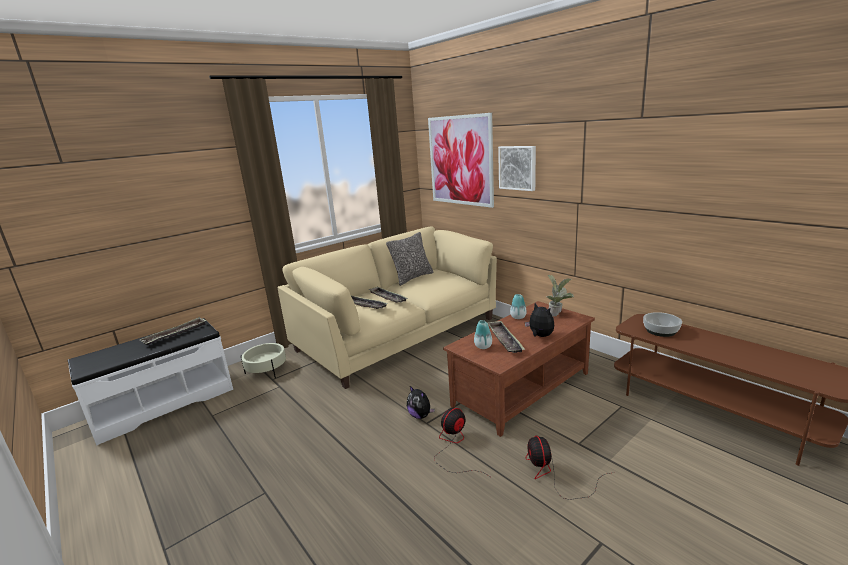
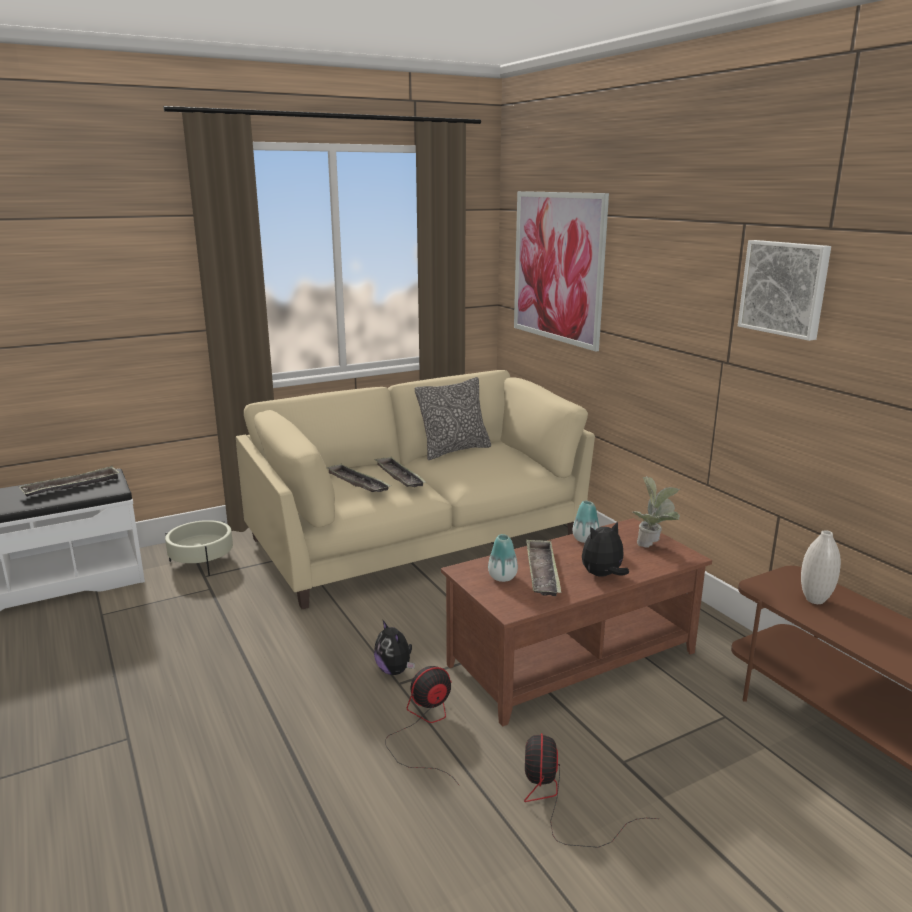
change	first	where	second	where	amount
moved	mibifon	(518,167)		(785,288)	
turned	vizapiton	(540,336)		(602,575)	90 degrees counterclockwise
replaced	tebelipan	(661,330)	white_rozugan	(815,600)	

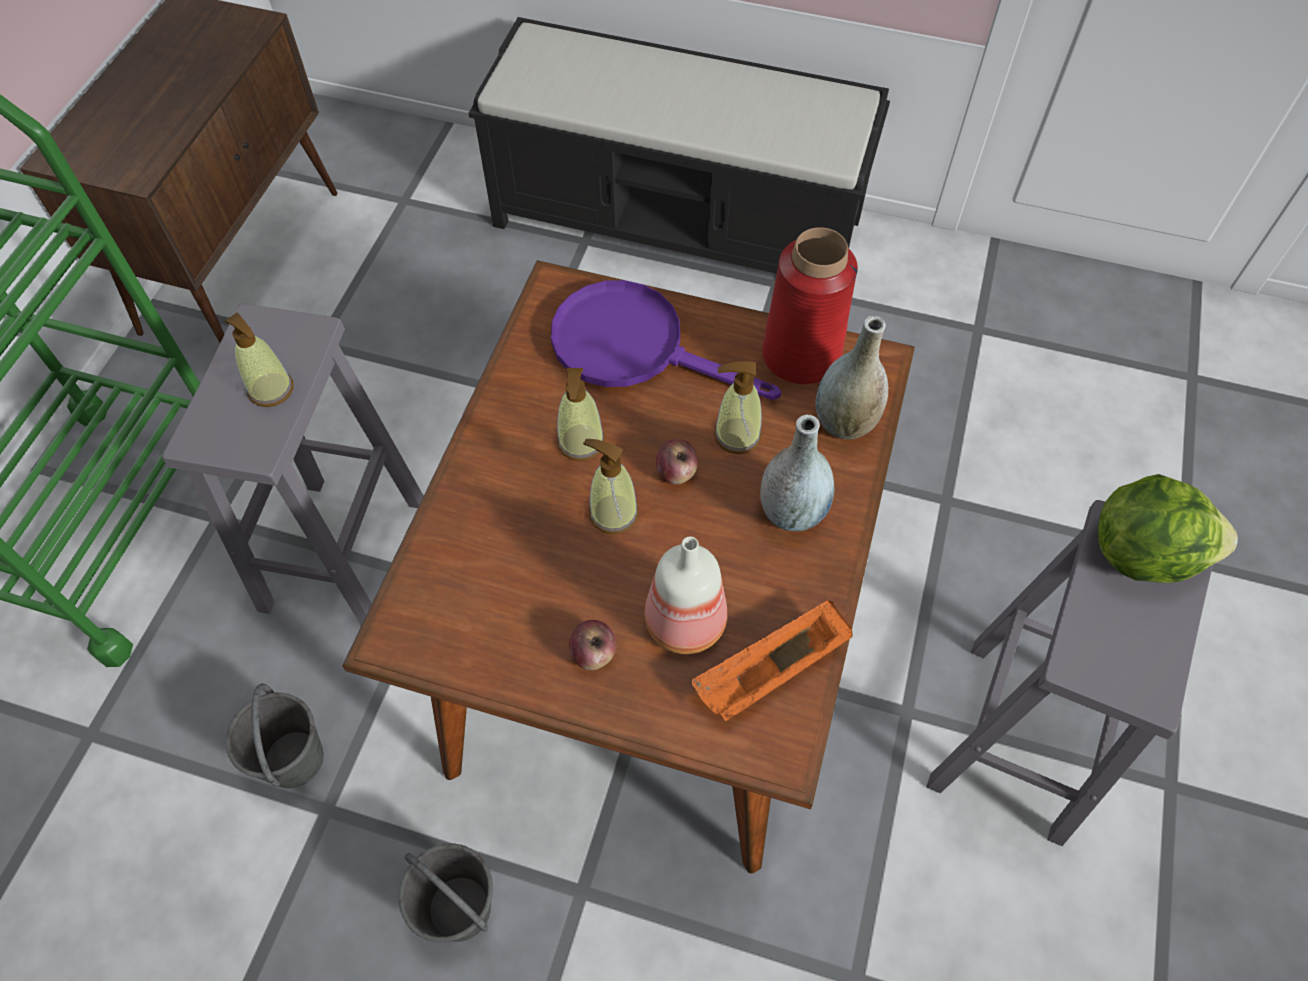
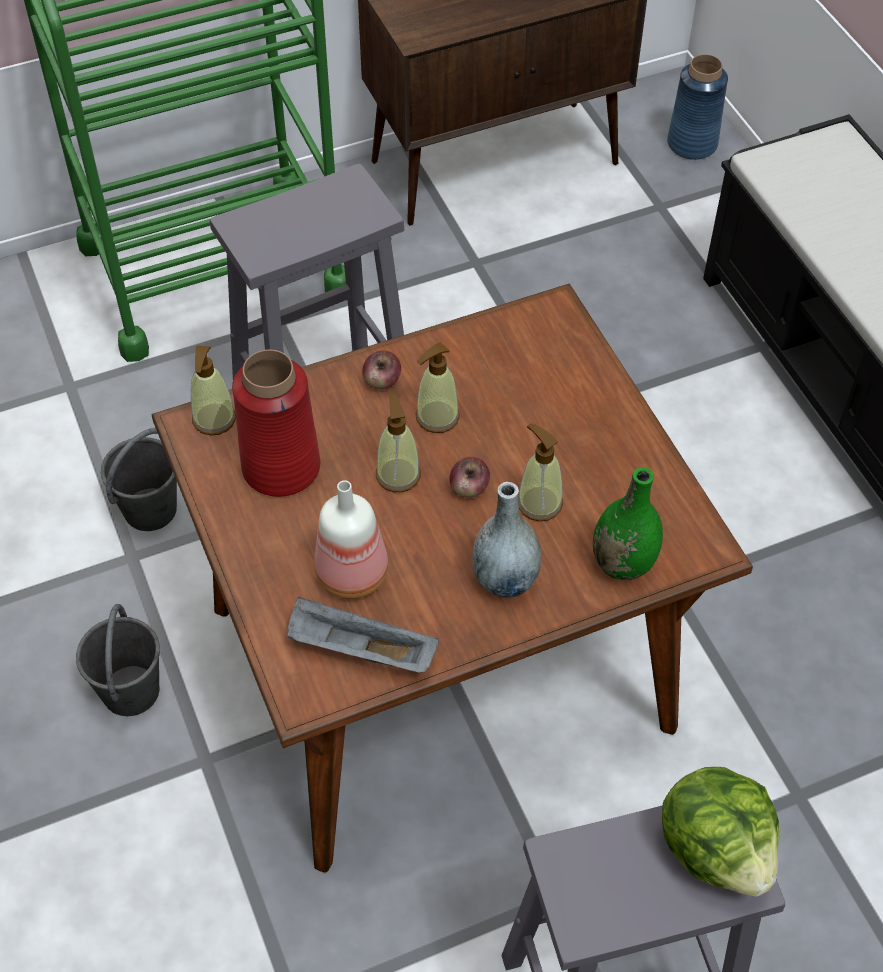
change	first	where	second	where	amount
moved	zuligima	(271,390)		(214,419)	
removed	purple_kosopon	(635,347)			
moved	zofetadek	(593,653)		(382,381)	
recoloured	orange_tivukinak	(770,672)	grey_tivukinak	(359,650)	
moved	red_rozugan	(800,354)		(281,466)	
recoloured	grey_rozugan	(844,422)	green_rozugan	(623,563)	
added			blue_rozugan	(692,144)	

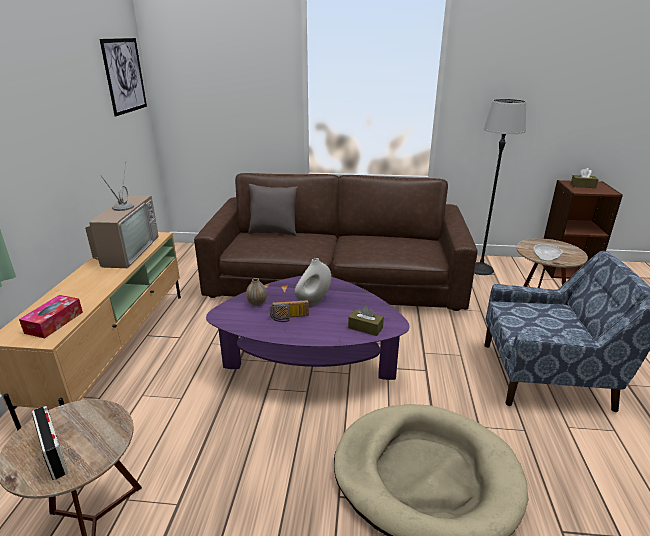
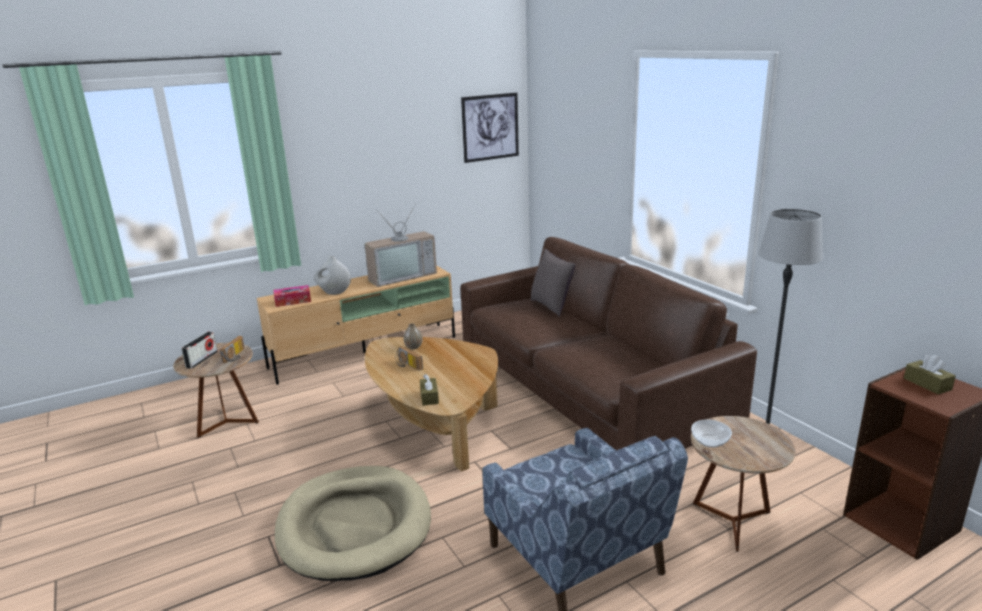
change	first	where	second	where	amount
recoloured	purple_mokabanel	(309,364)	brown_mokabanel	(435,424)	
moved	white_rozugan	(313,301)		(334,293)	
added			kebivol	(236,356)	

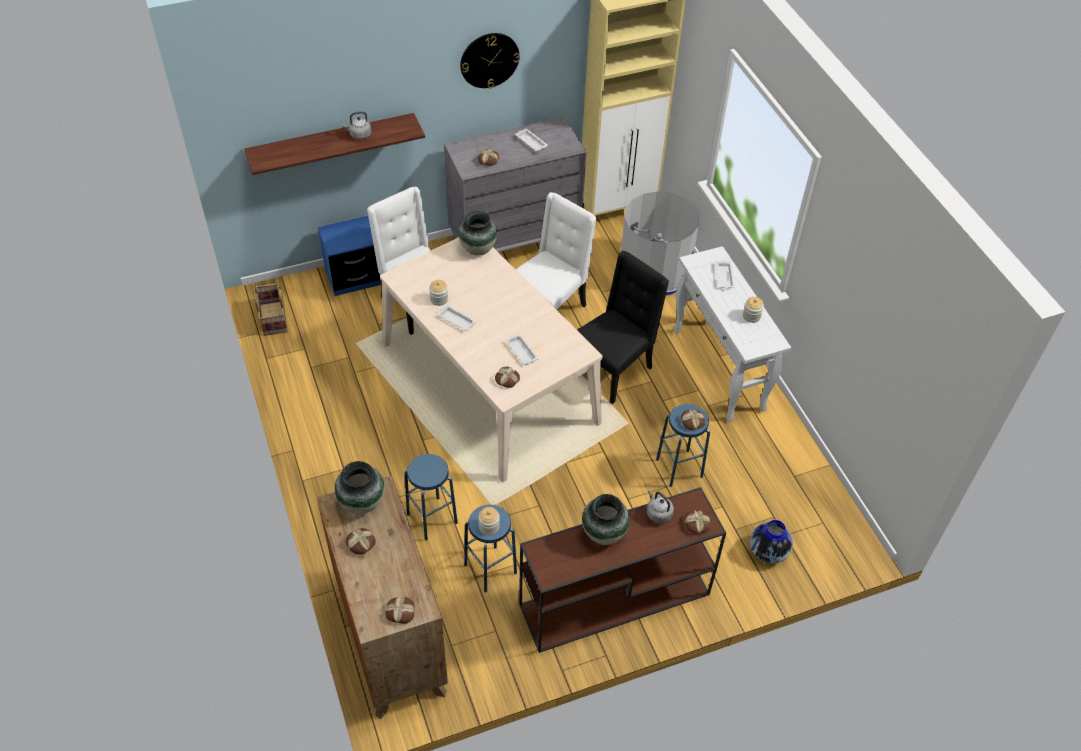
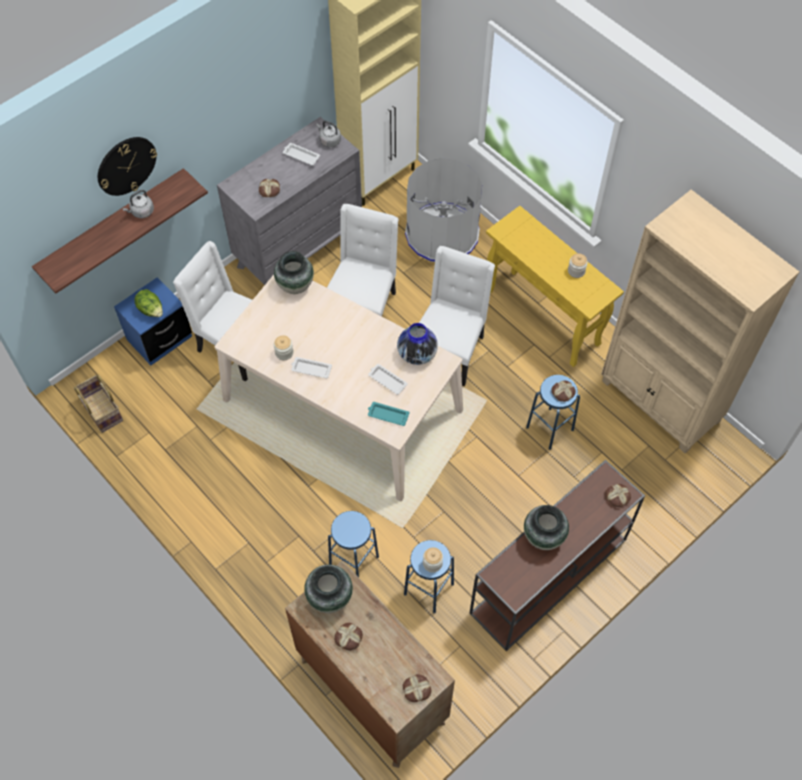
change	first	where	second	where	amount
moved	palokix	(489,60)		(126,165)	
replaced	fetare	(506,379)	turquoise_tivukinak	(387,415)	
recoloured	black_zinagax	(612,369)	white_zinagax	(449,351)	
moved	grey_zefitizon	(658,513)		(329,140)	
recoloured	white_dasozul	(719,370)	yellow_dasozul	(543,318)	
removed	white_tivukinak	(724,277)			
moved	rozugan	(768,551)		(416,353)	
added			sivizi	(151,310)	
added			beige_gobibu	(660,402)	

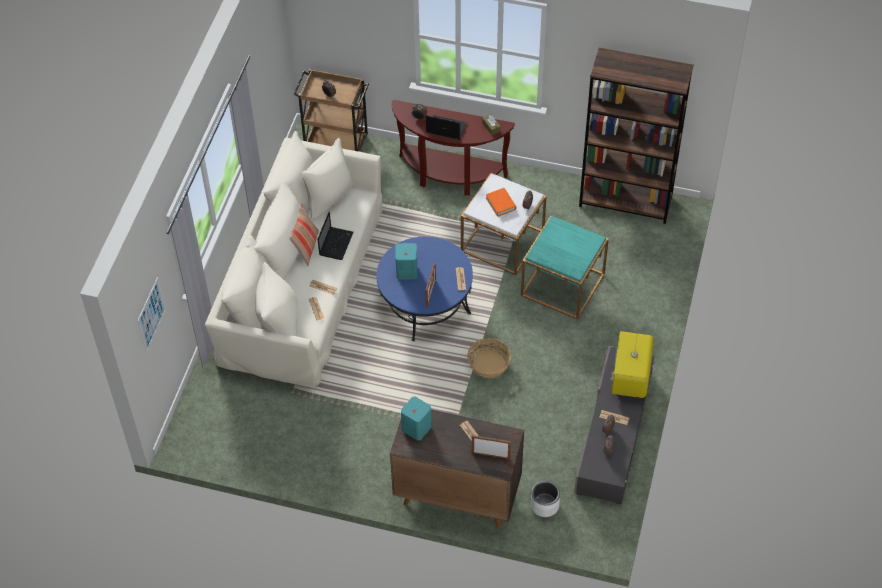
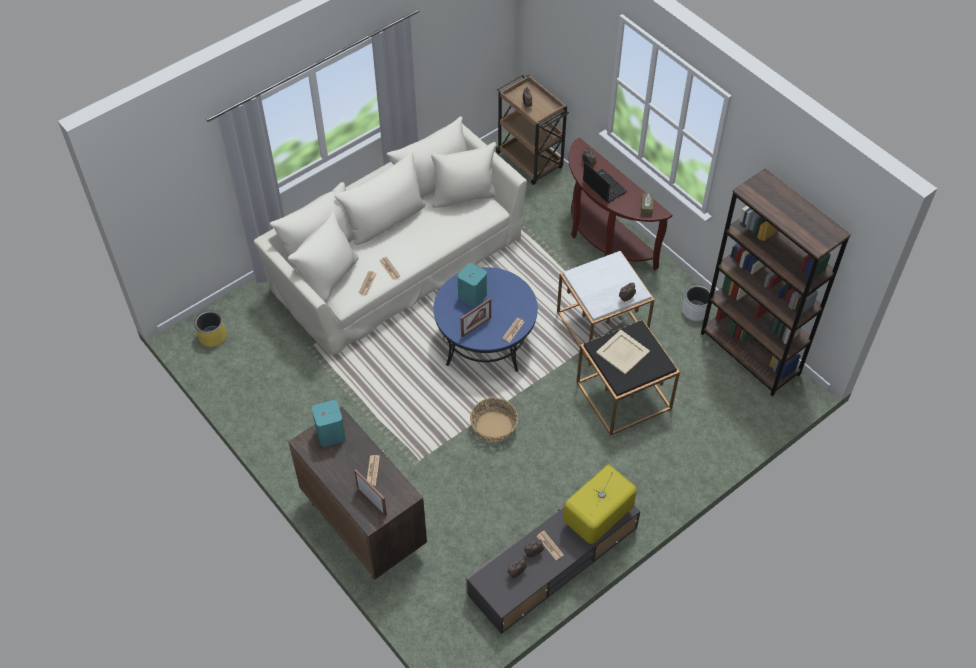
change	first	where	second	where	amount
removed	mibifon	(151,314)			
removed	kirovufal	(306,247)			
removed	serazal	(336,243)			
removed	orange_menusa	(501,204)			
recoloured	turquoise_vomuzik	(562,285)	black_vomuzik	(623,395)	
moved	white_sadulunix	(544,505)		(695,310)	
added			yellow_sadulunix	(212,336)	
added			beige_tivukinak	(622,352)	

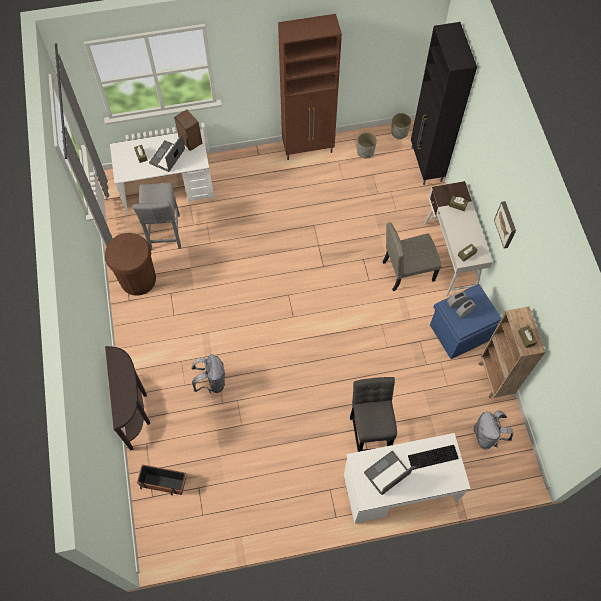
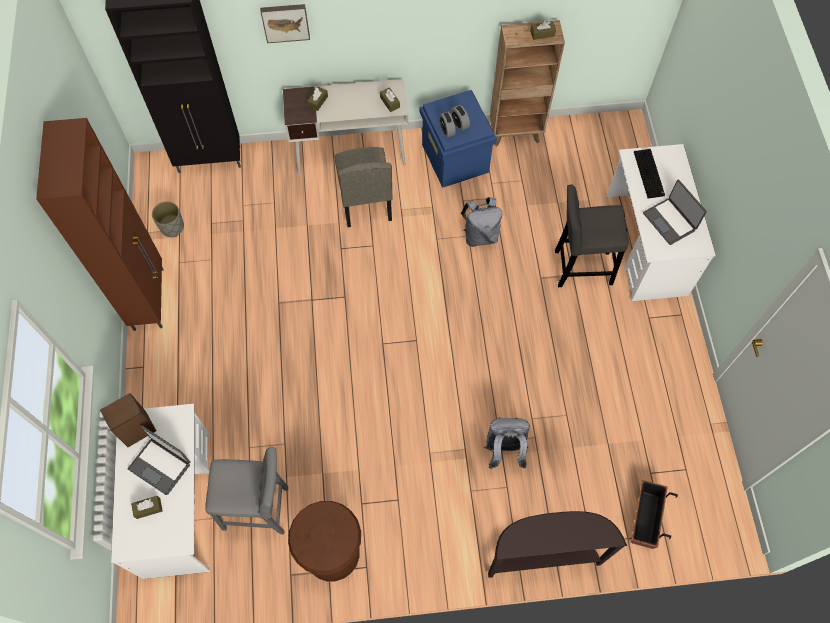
change	first	where	second	where	amount
removed	grey_sadulunix	(399,132)			
moved	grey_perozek	(487,436)		(480,235)	
moved	mibifon	(506,224)		(285,22)	

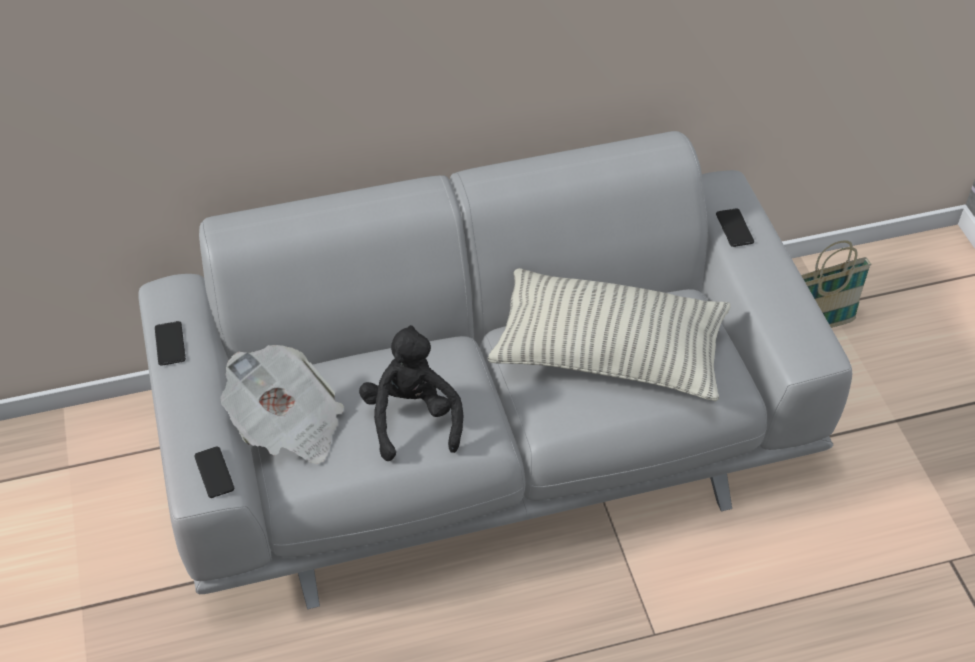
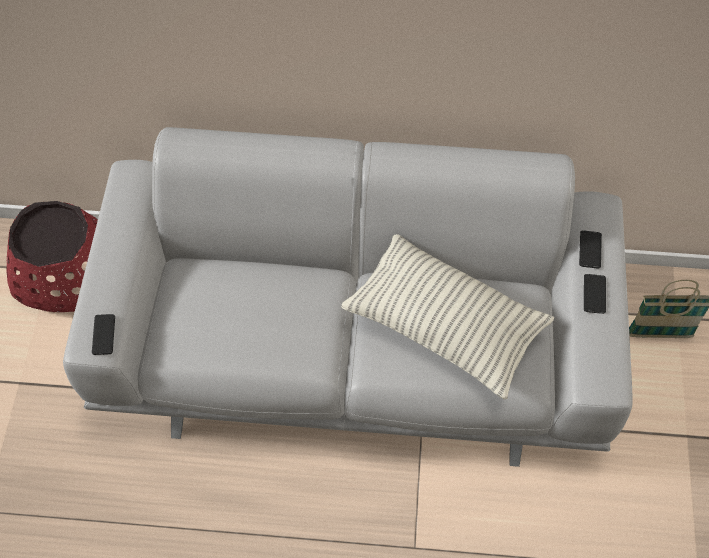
change	first	where	second	where	amount
moved	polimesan	(170,344)		(594,294)	
removed	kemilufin	(287,424)			
removed	black_vizapiton	(412,418)			
added			red_sadulunix	(66,273)	

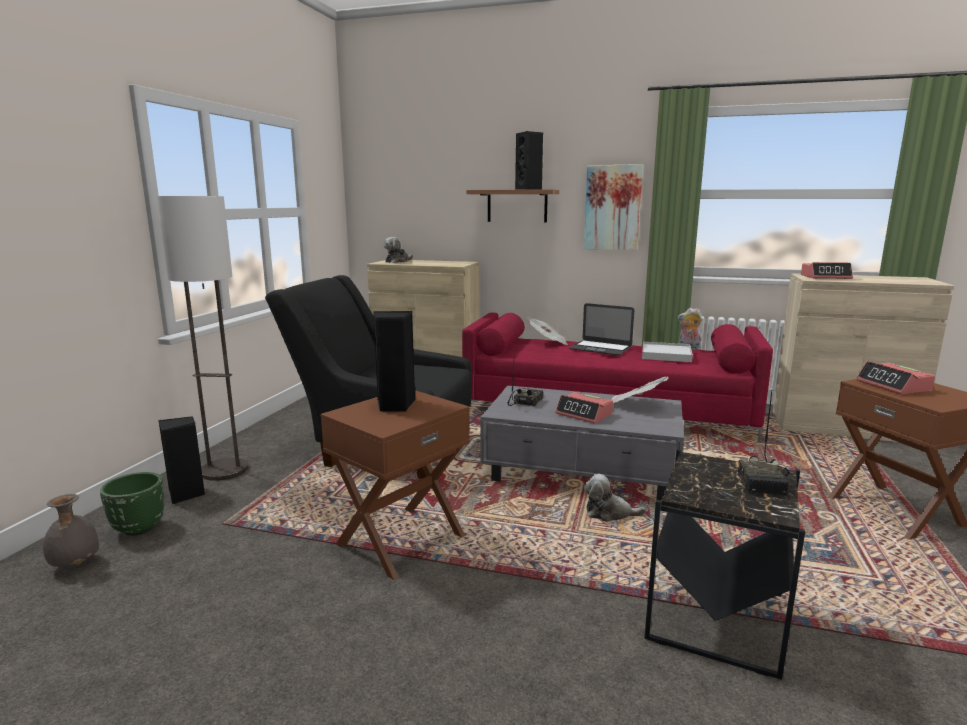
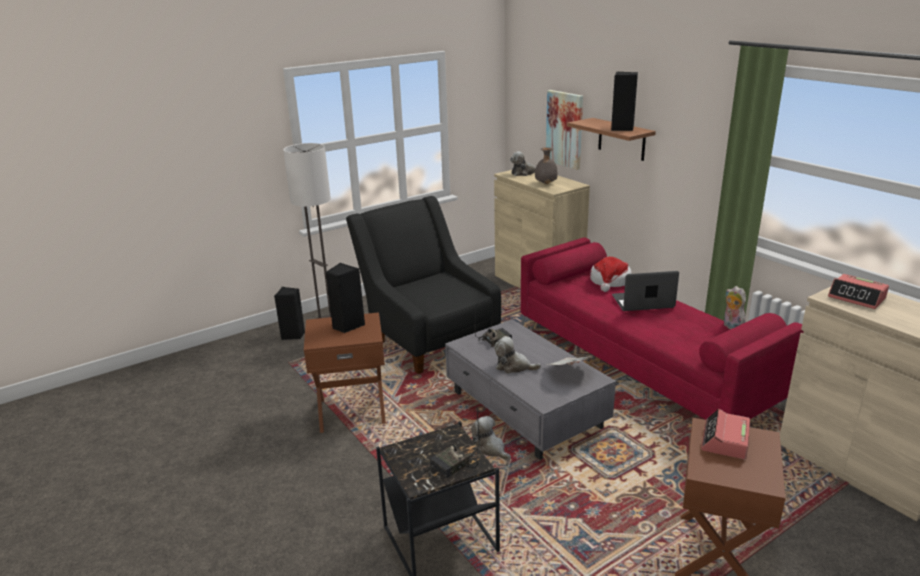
change	first	where	second	where	amount
moved	grey_rozugan	(74,564)		(545,183)	
removed	green_sadulunix	(138,529)			
replaced	kemilufin	(548,342)	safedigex	(610,281)	
replaced	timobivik	(584,414)	vizapiton	(514,366)	
turned	serazal	(600,348)		(642,302)	105 degrees clockwise
moved	mibifon	(612,207)		(565,129)	
removed	white_tivukinak	(666,355)			

